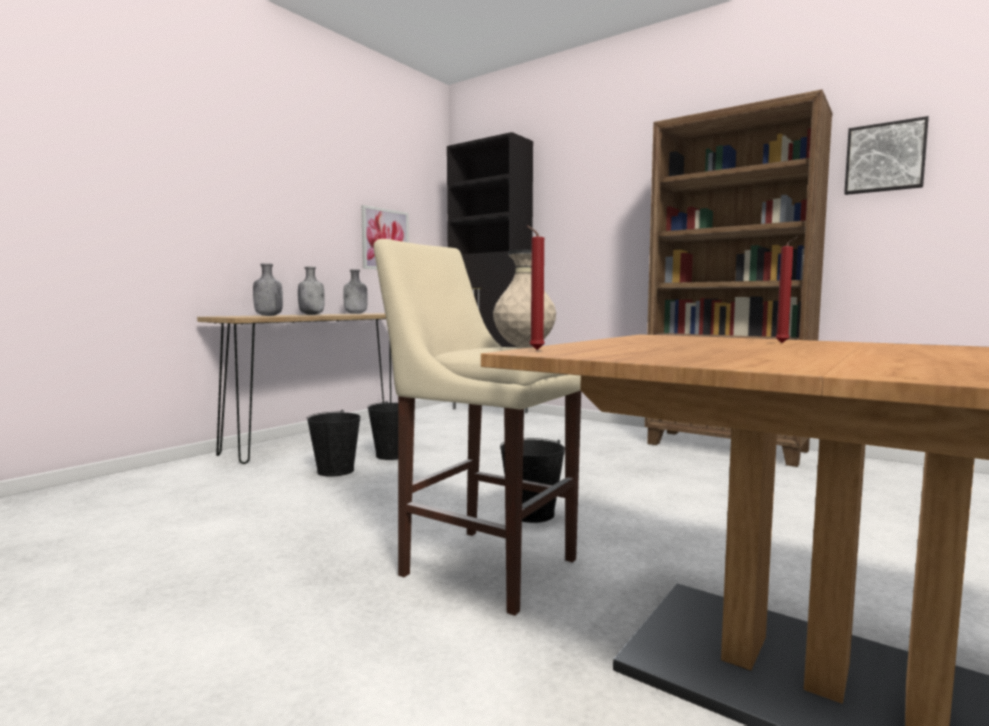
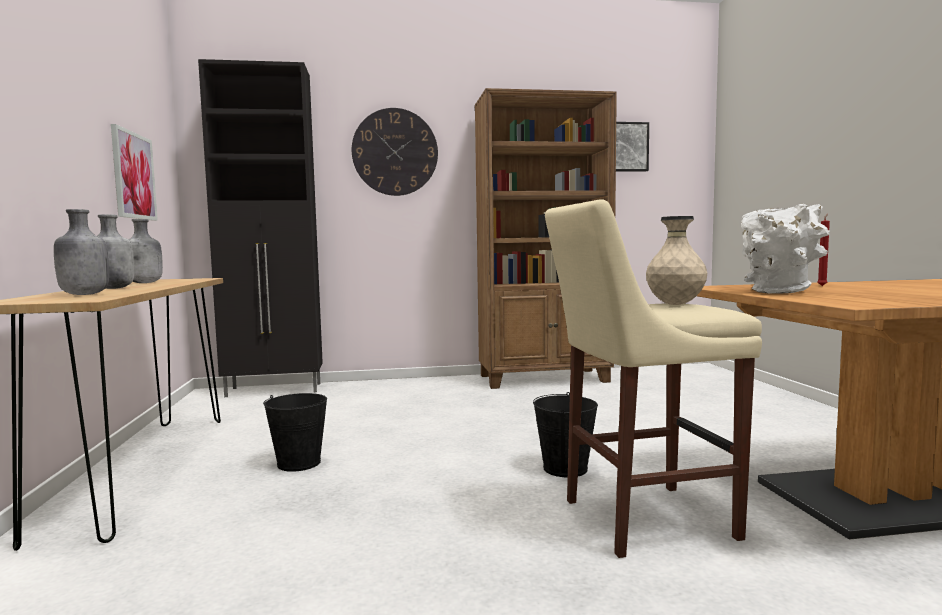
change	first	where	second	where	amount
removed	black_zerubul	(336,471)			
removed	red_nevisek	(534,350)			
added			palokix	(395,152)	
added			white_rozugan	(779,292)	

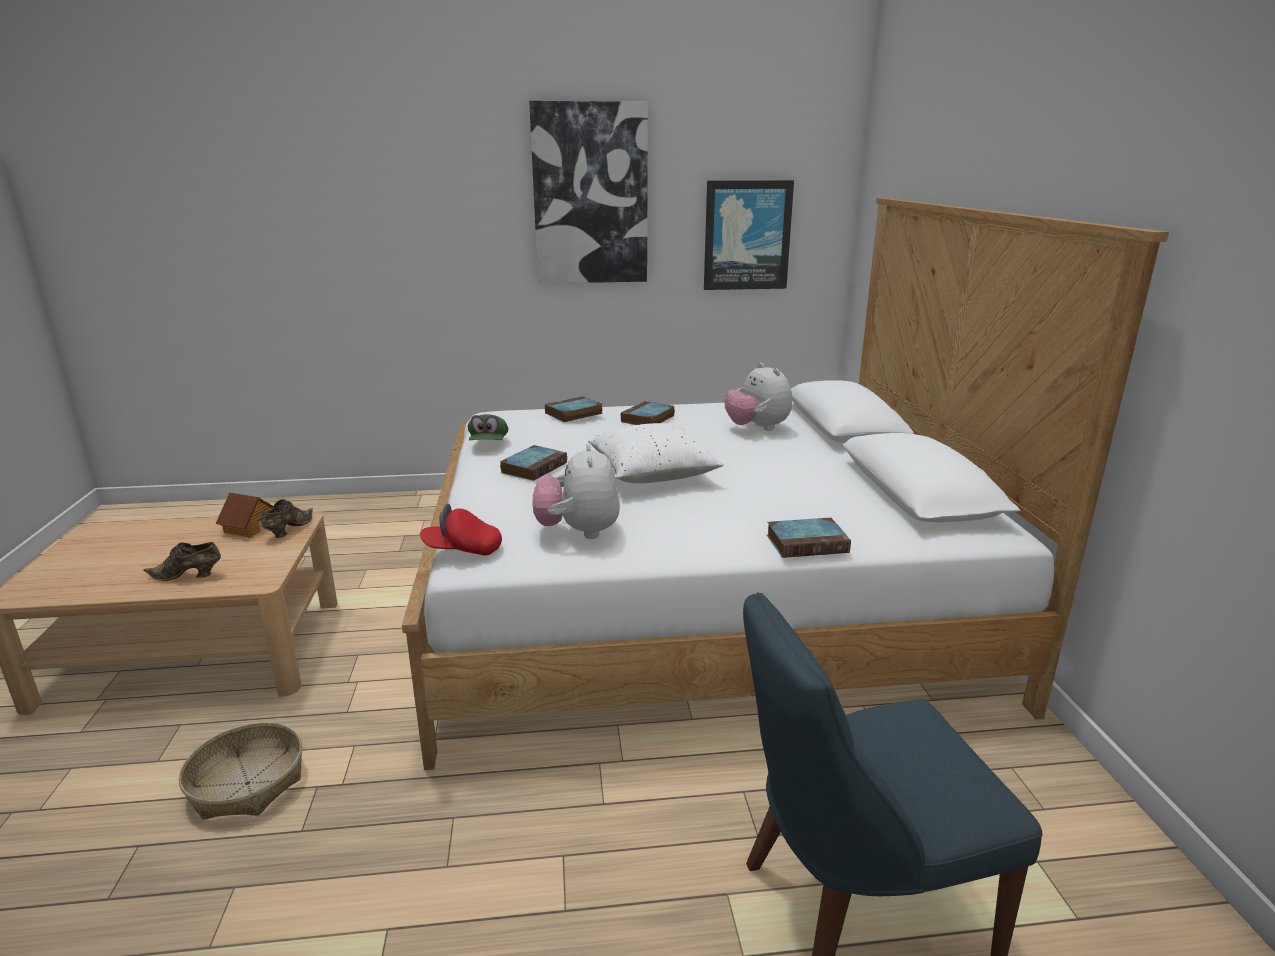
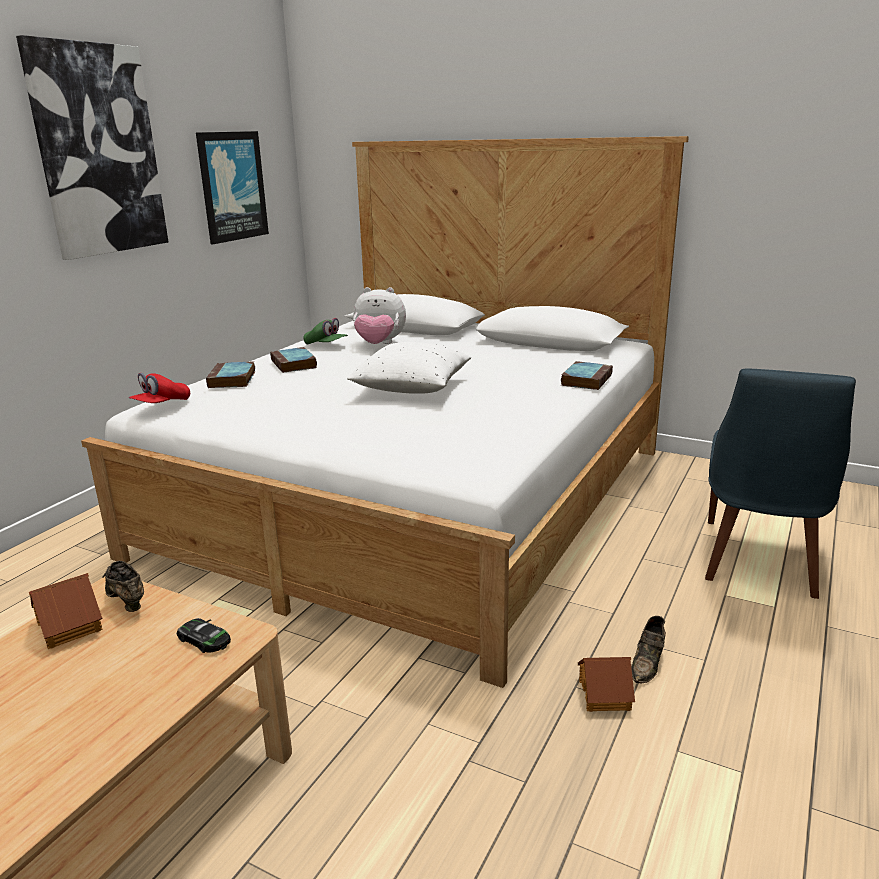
change	first	where	second	where	amount
moved	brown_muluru	(188,576)		(648,663)	
removed	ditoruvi	(247,783)			
moved	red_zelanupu	(462,550)		(162,405)	
moved	green_zelanupu	(488,443)		(326,345)	
removed	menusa	(534,467)			
removed	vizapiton	(578,532)			
added			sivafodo	(204,640)	
added			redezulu	(605,694)	

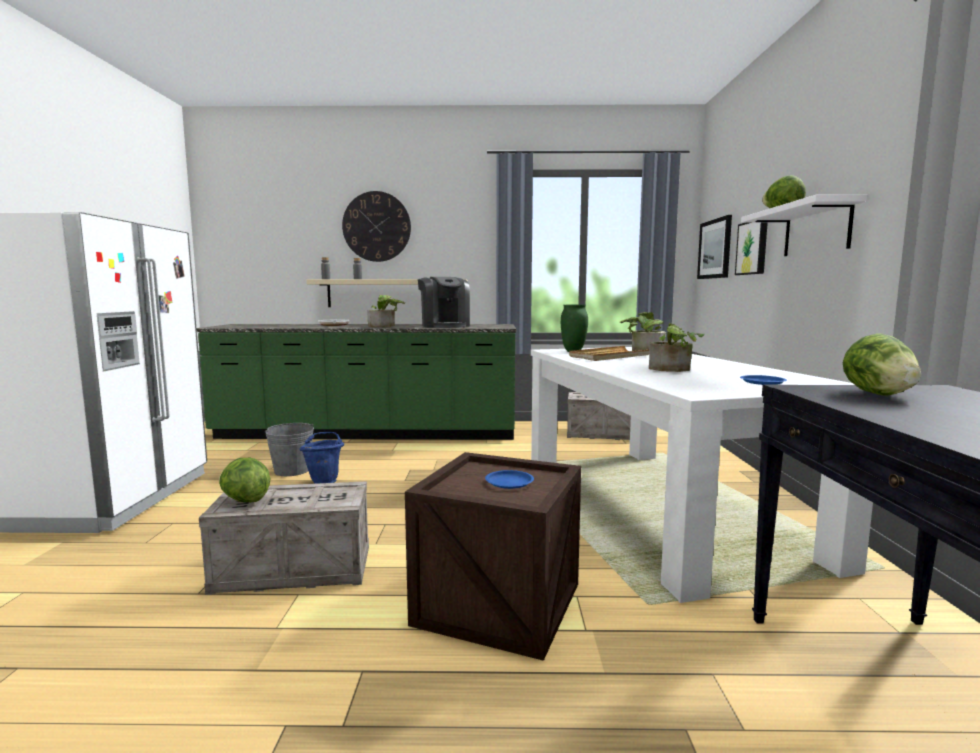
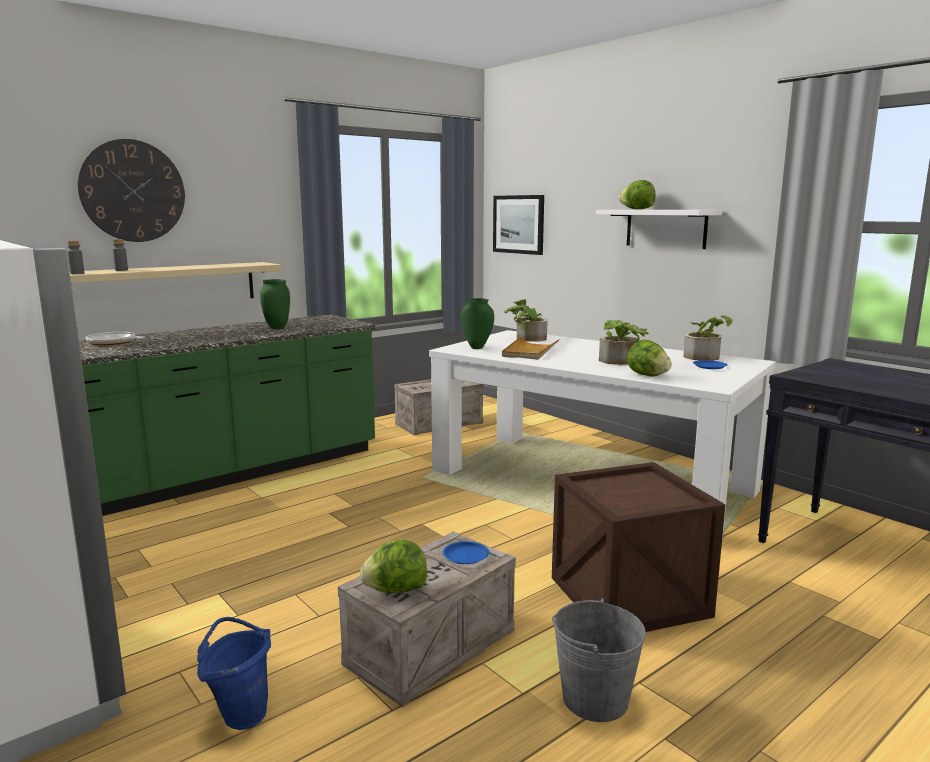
change	first	where	second	where	amount
moved	grey_zerubul	(292,470)		(595,699)	
moved	blue_zerubul	(325,481)		(240,713)	
moved	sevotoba	(385,326)		(705,356)	
replaced	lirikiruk	(444,326)	green_rozugan	(276,328)	
moved	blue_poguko	(509,482)		(465,556)	
removed	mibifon	(753,248)			
moved	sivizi	(878,394)		(647,375)	

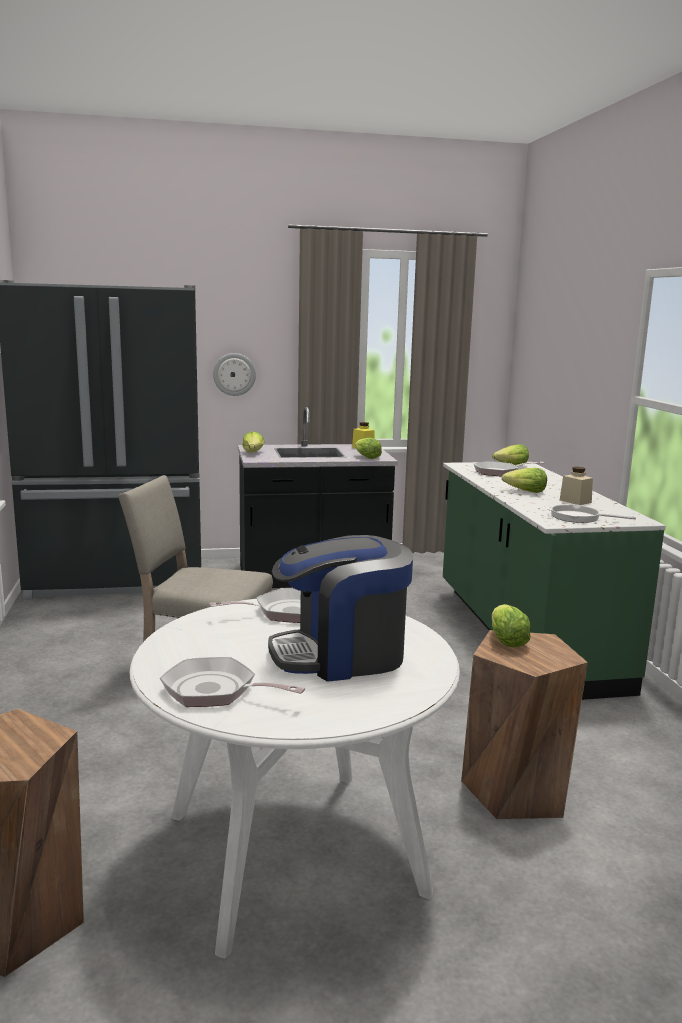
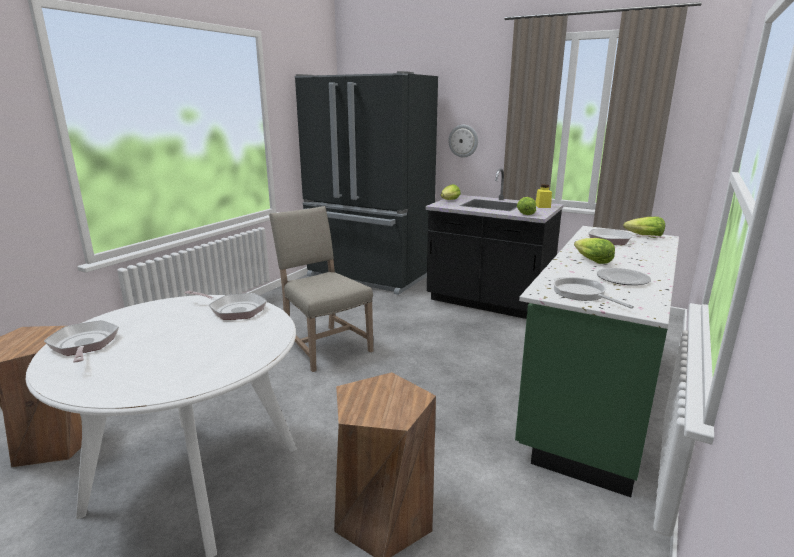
change	first	where	second	where	amount
removed	lirikiruk	(341,655)			
removed	sivizi	(507,641)			
replaced	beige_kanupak	(575,501)	poguko	(622,279)	

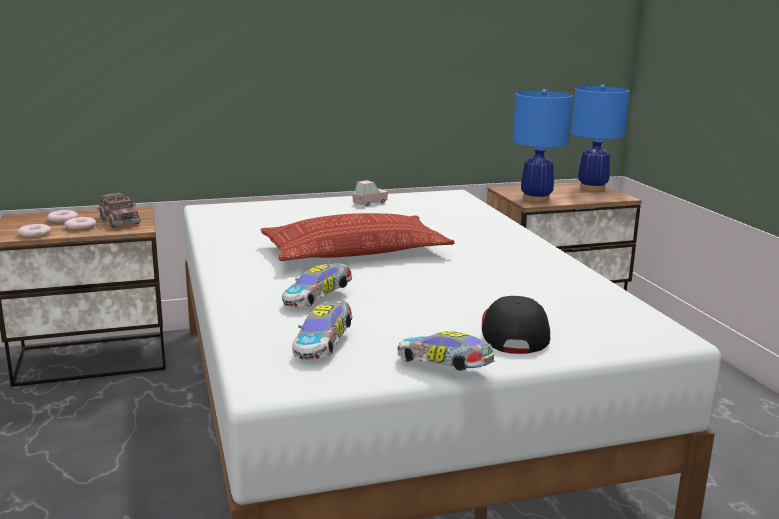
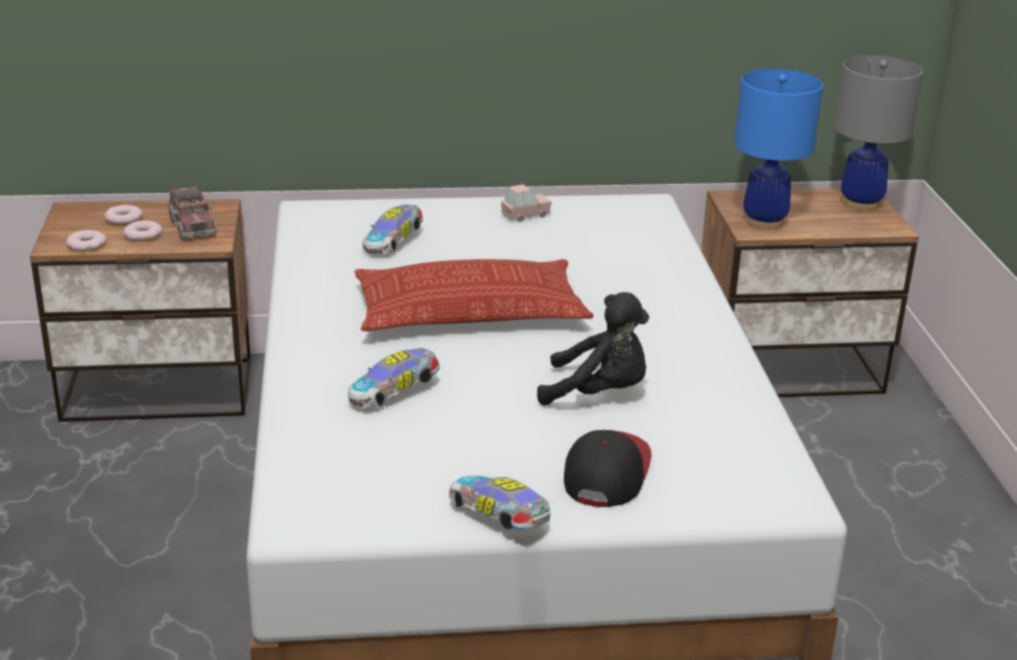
change	first	where	second	where	amount
moved	sivafodo	(323,344)		(393,242)	
recoloured	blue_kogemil	(592,188)	grey_kogemil	(861,204)	
added			black_vizapiton	(599,393)	

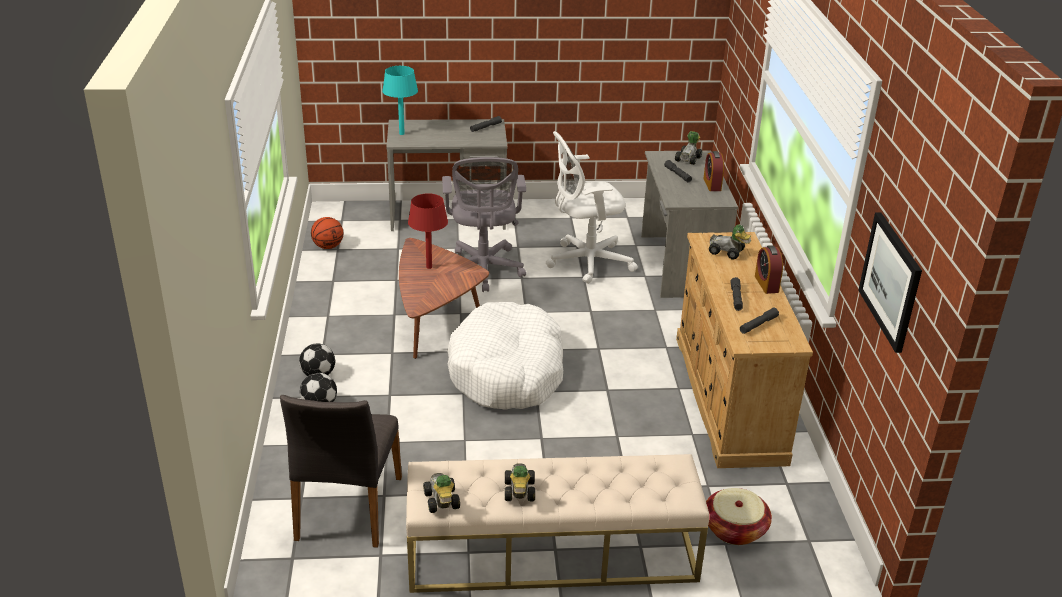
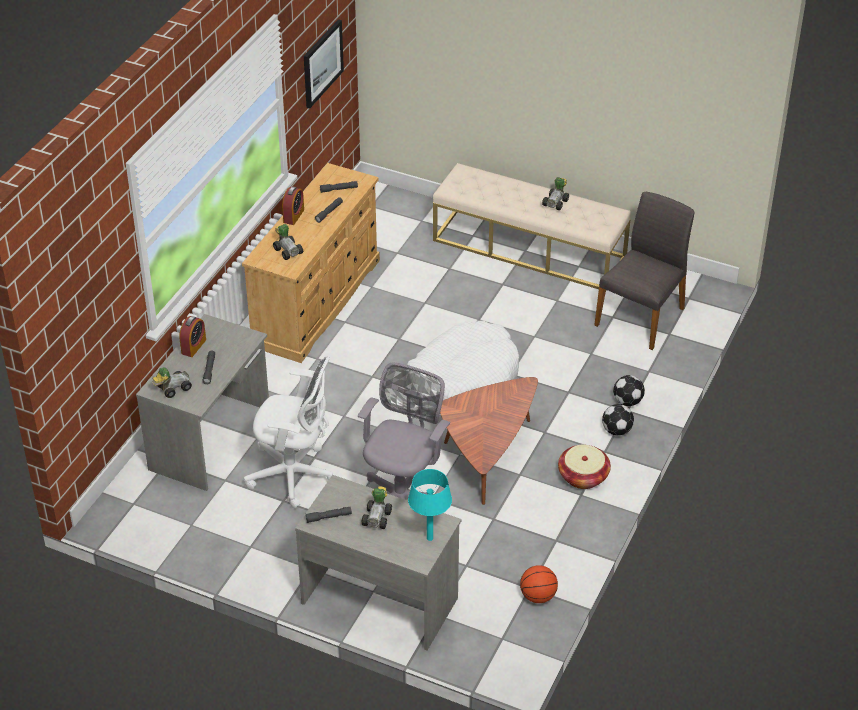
change	first	where	second	where	amount
removed	red_kogemil	(429,267)			
moved	sivafodo	(441,502)		(378,517)	
moved	ditoruvi	(734,529)		(583,476)	

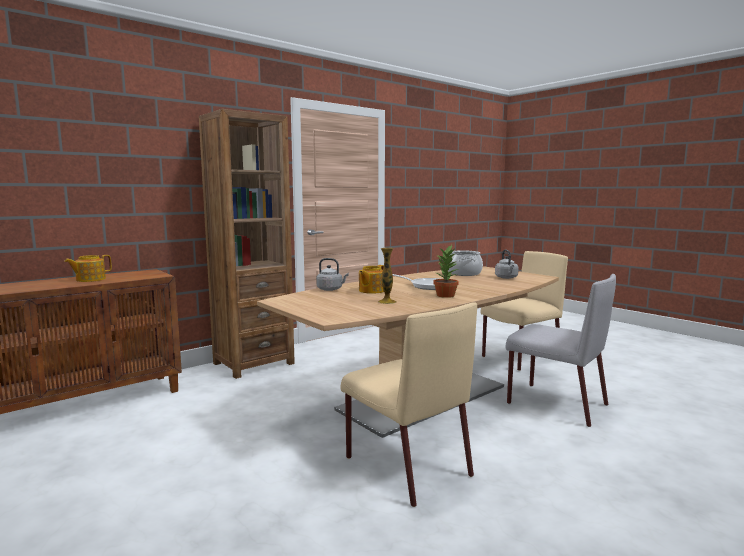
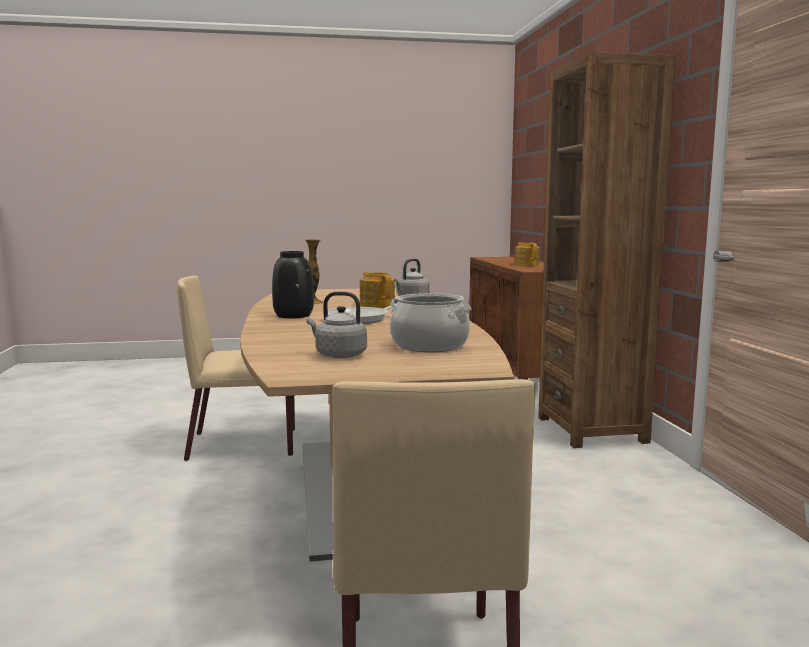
change	first	where	second	where	amount
replaced	sevotoba	(446,295)	black_rozugan	(293,316)	
removed	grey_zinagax	(555,403)			

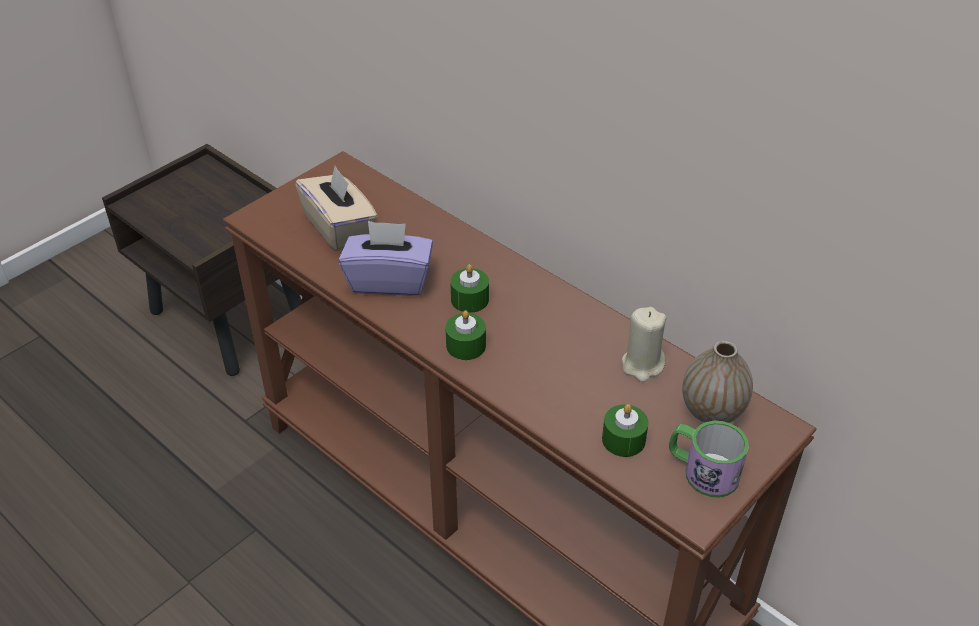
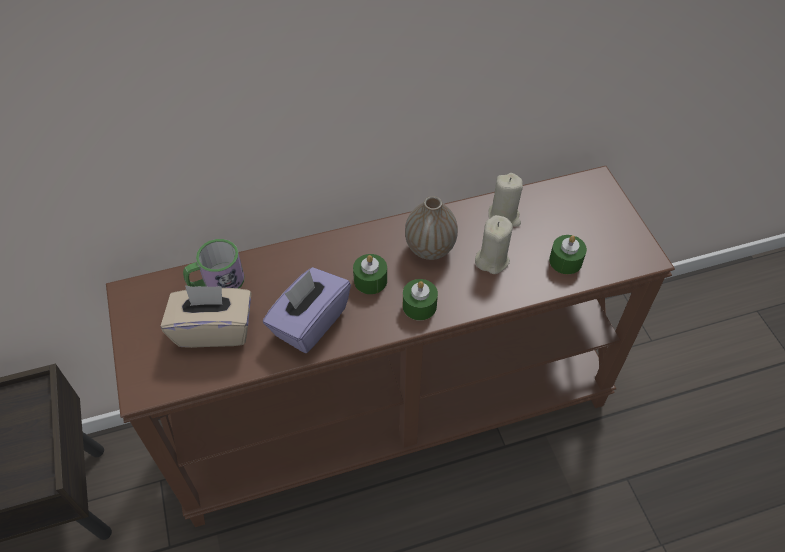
change	first	where	second	where	amount
moved	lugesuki	(702,471)		(216,282)	
moved	rozugan	(712,411)		(430,248)	
added			beige_nevisek	(492,260)	

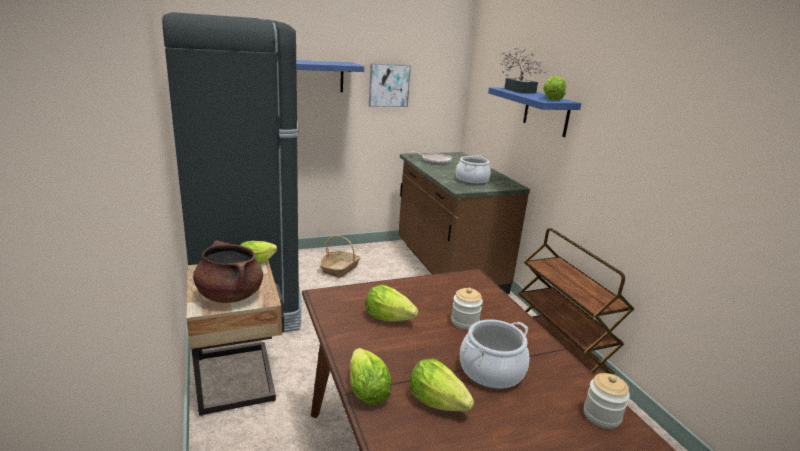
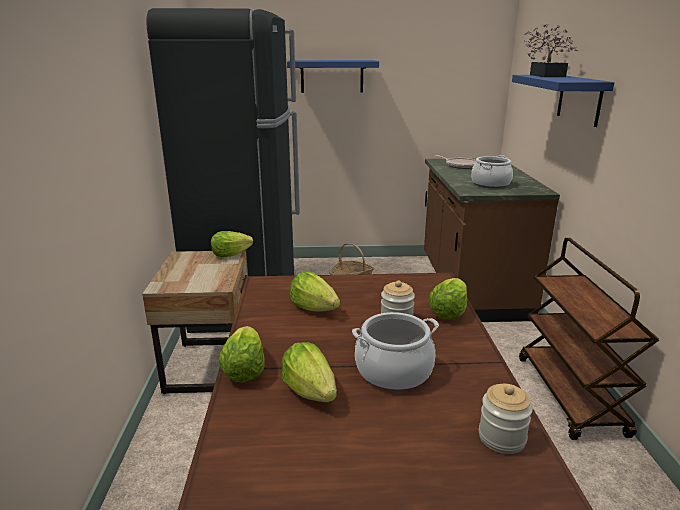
change	first	where	second	where	amount
removed	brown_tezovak	(230,295)			
removed	mibifon	(388,85)			
moved	sivizi	(551,99)		(448,312)	

